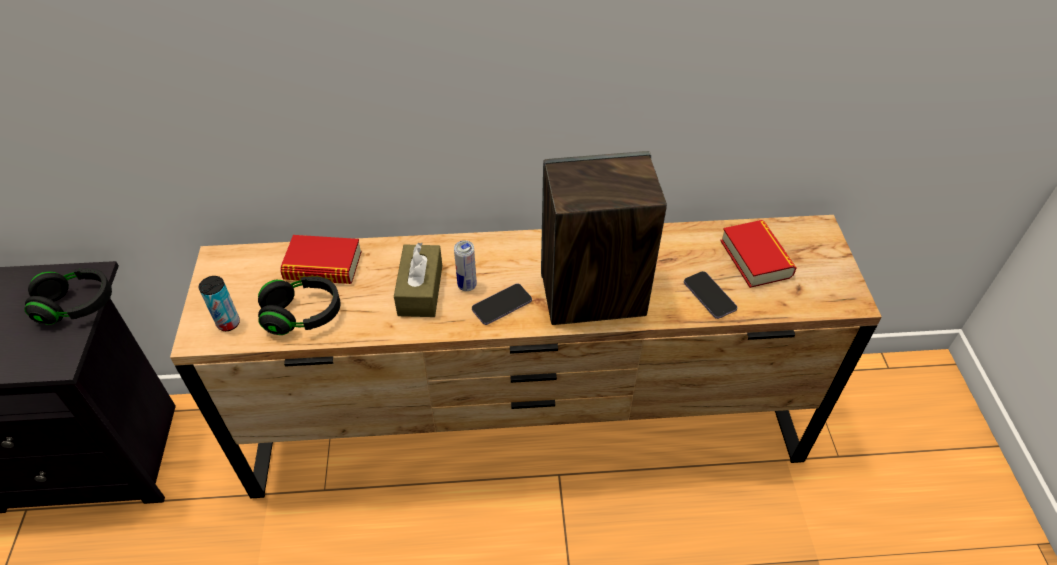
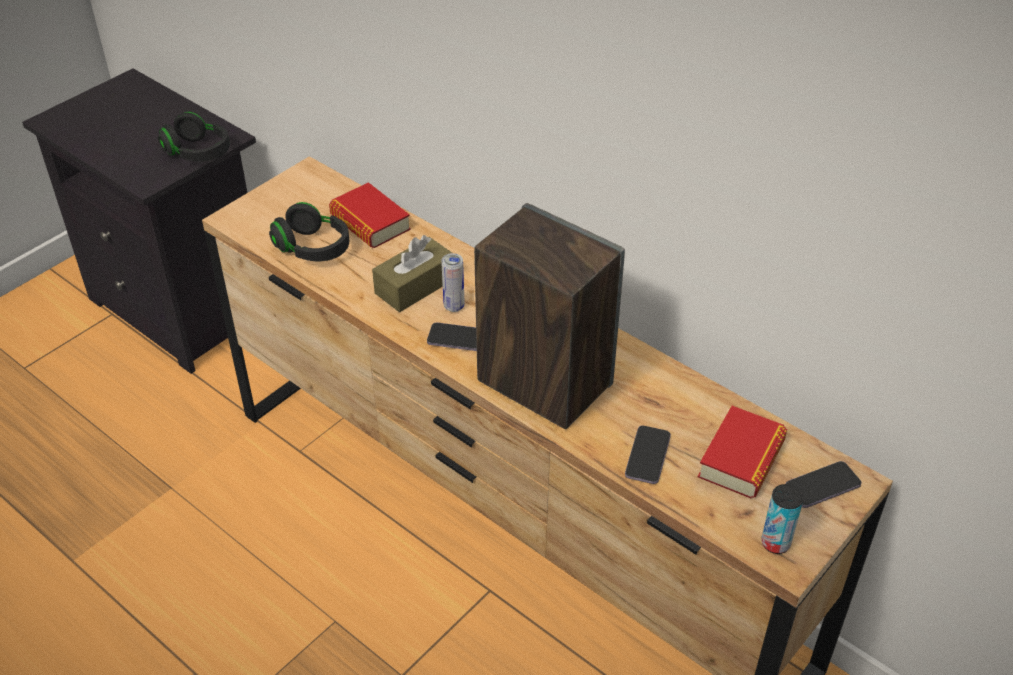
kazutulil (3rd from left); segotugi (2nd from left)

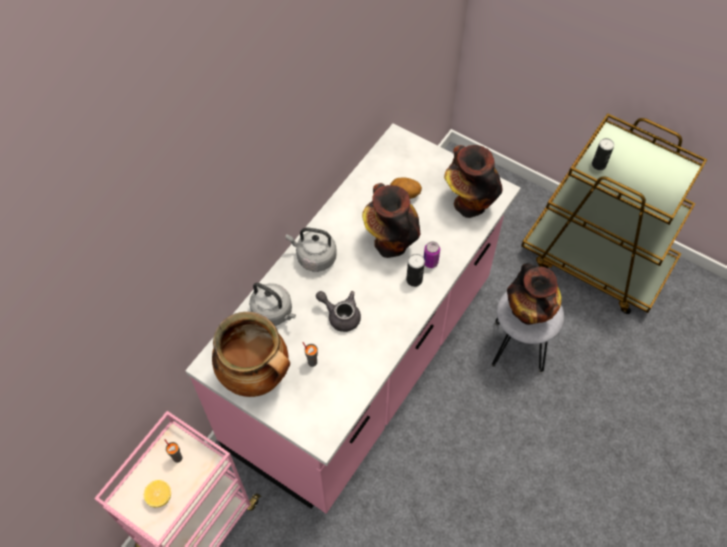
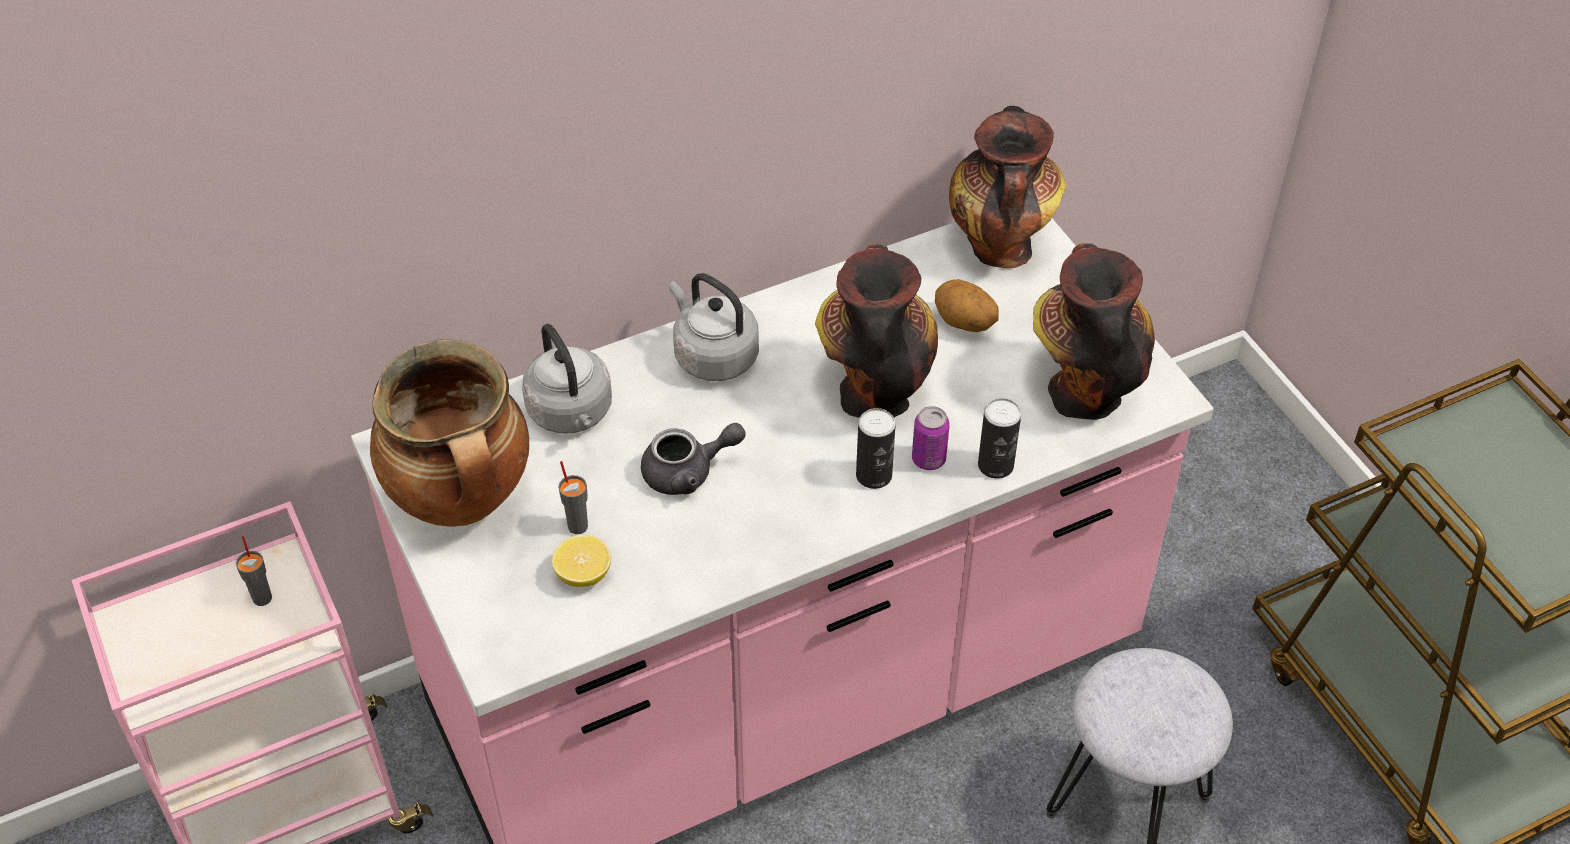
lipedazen; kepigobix (2nd from left); segotugi (3rd from left); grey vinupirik

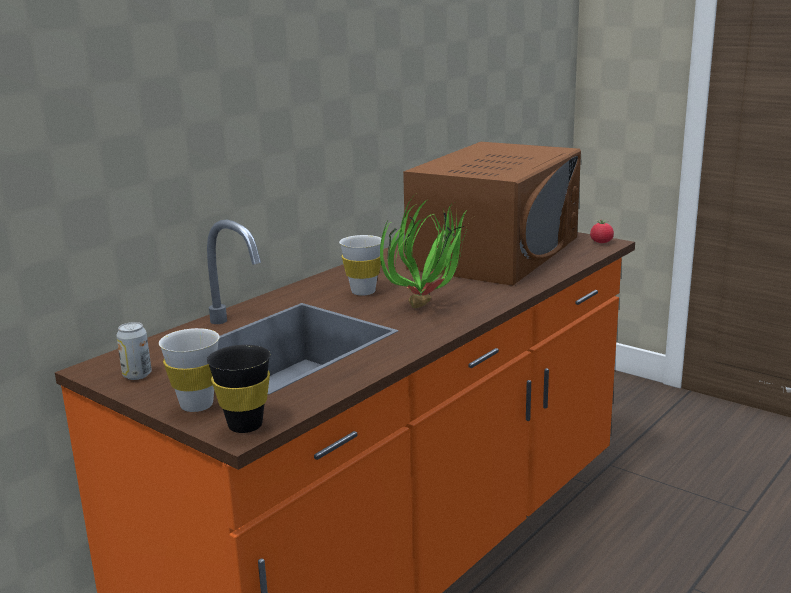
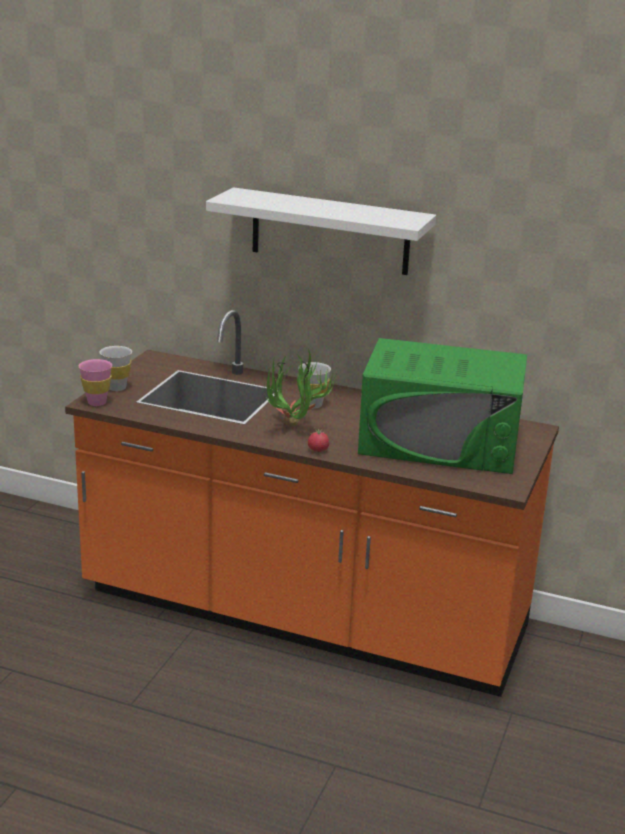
segotugi; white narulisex; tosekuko; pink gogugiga; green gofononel

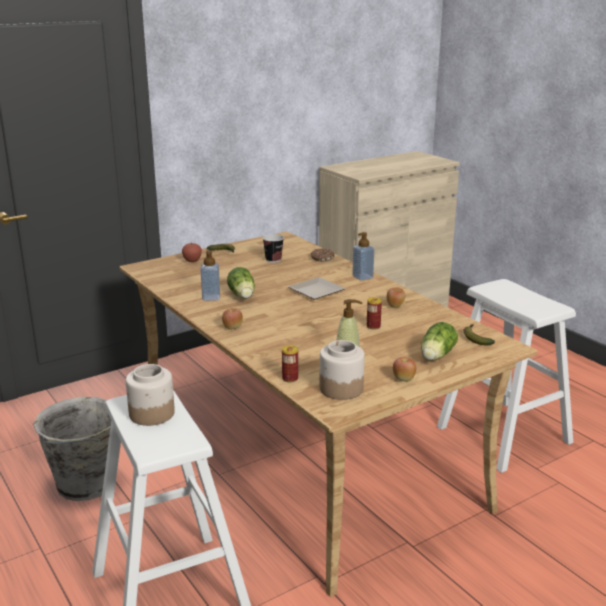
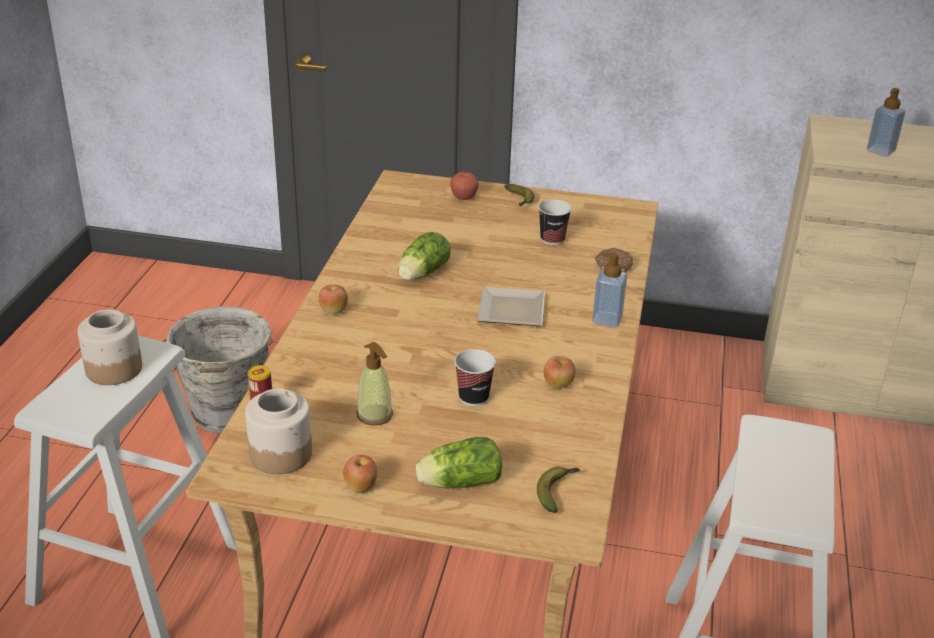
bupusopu (3rd from left); gogugiga (1st from left)

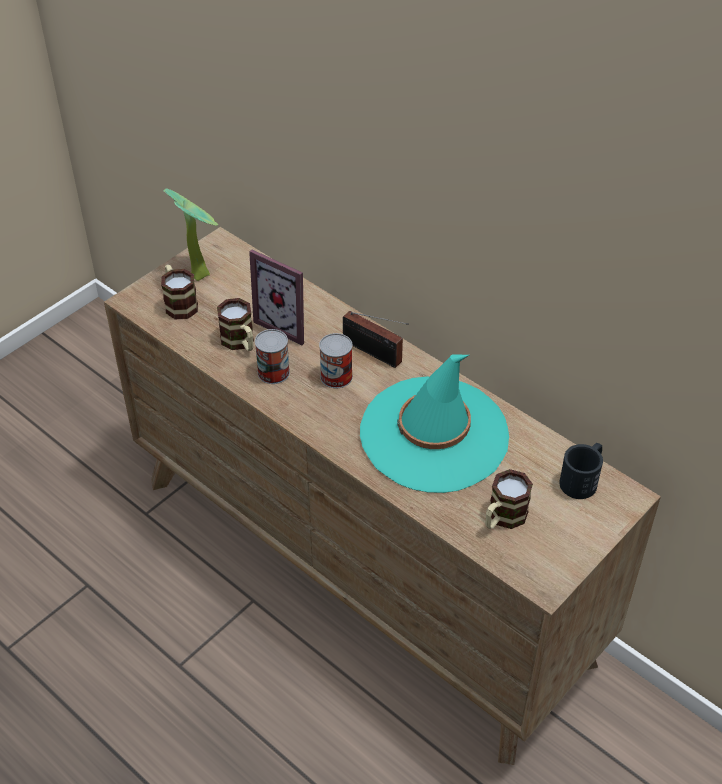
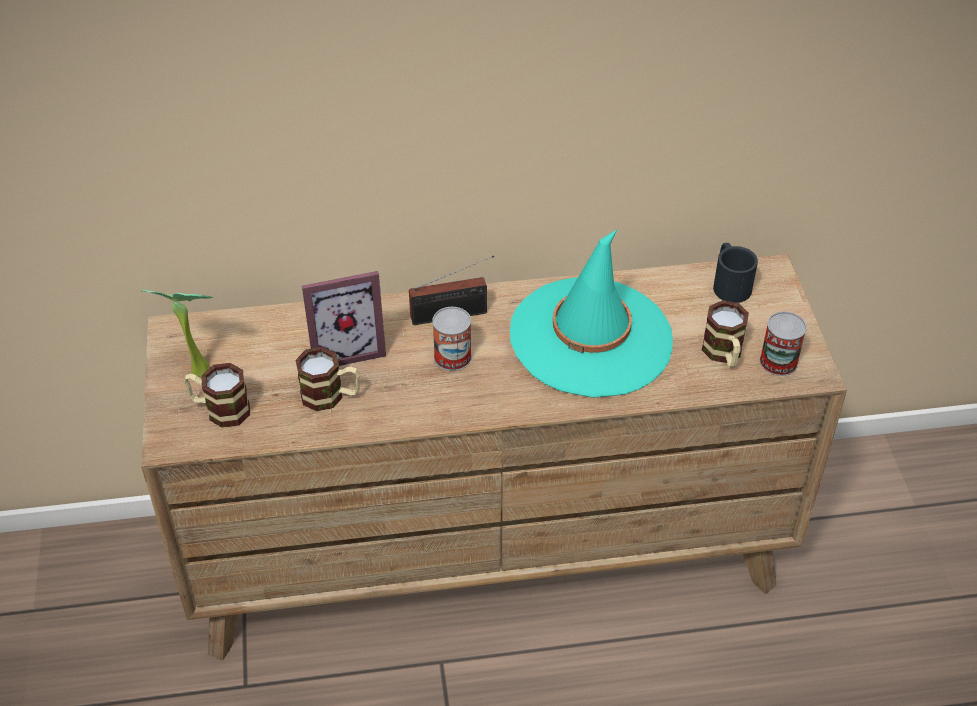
segotugi (2nd from left)

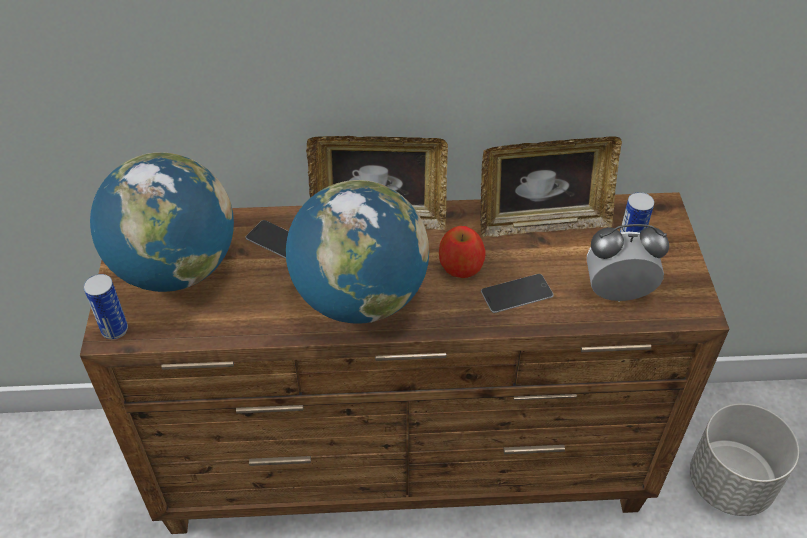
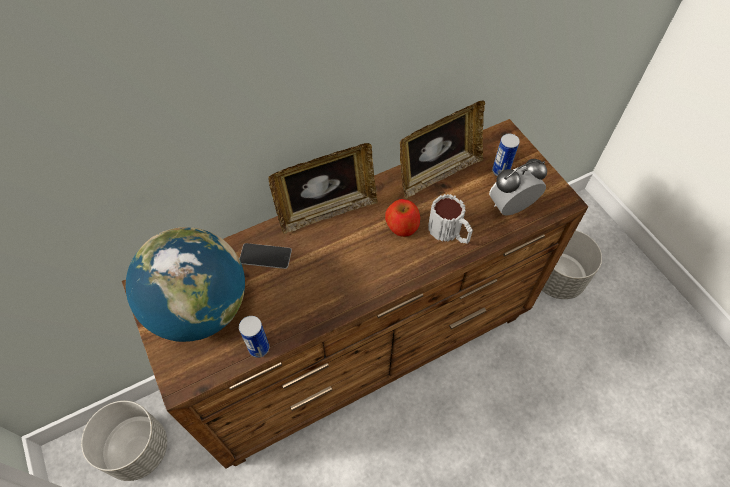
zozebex (2nd from left in the first image); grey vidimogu (1st from left); segotugi (1st from left); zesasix

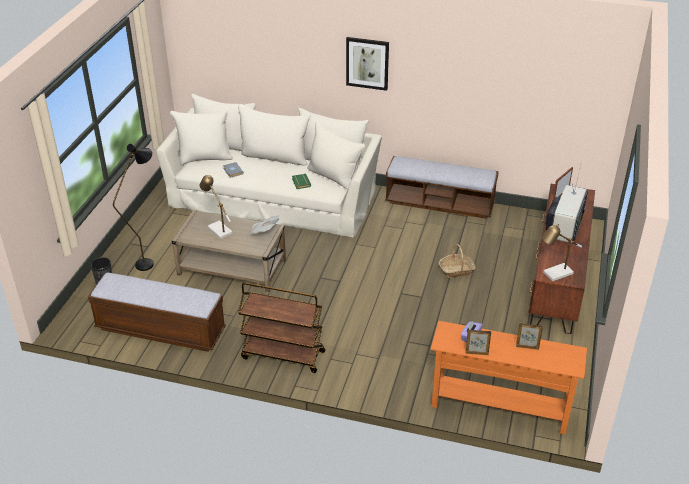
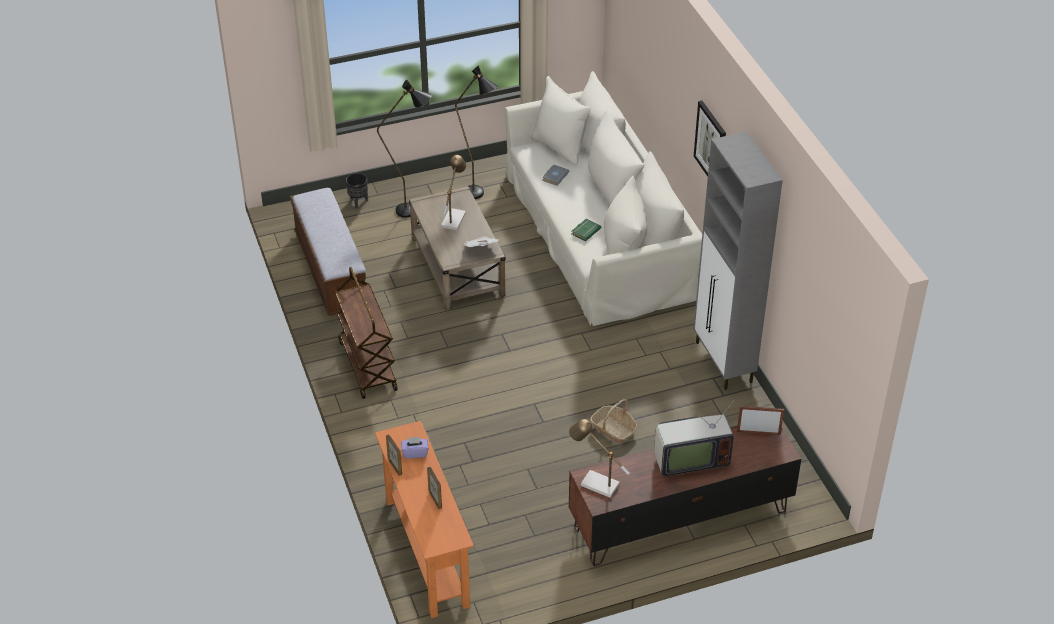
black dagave (2nd from left); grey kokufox

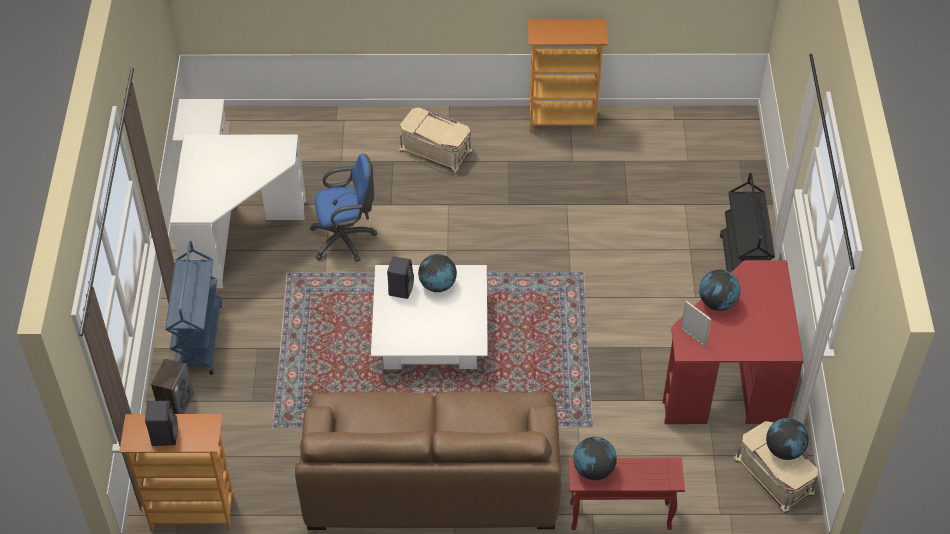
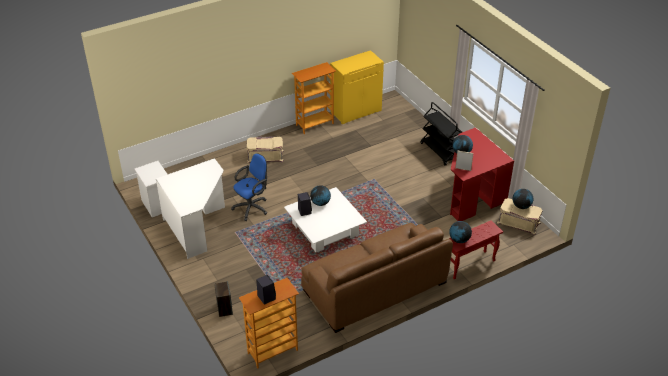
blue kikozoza; yellow kokufox

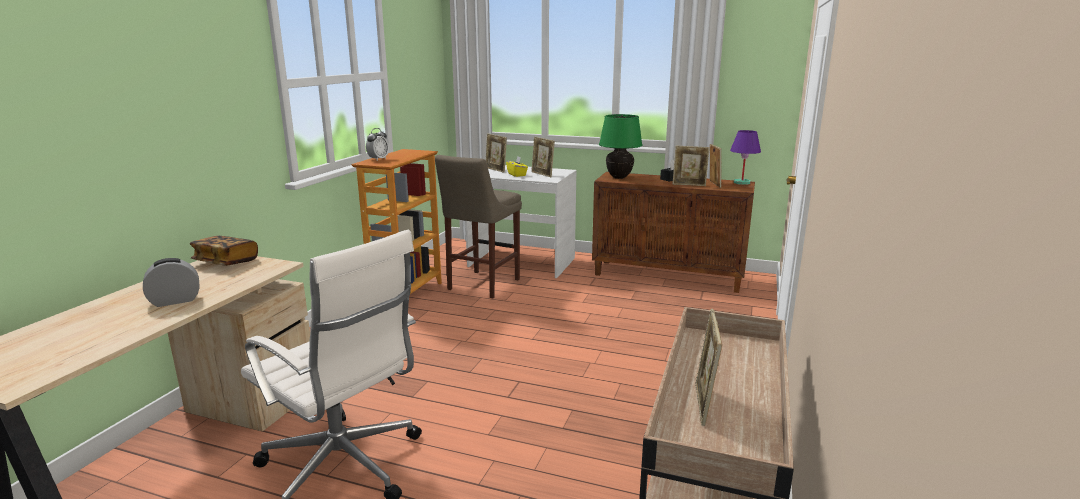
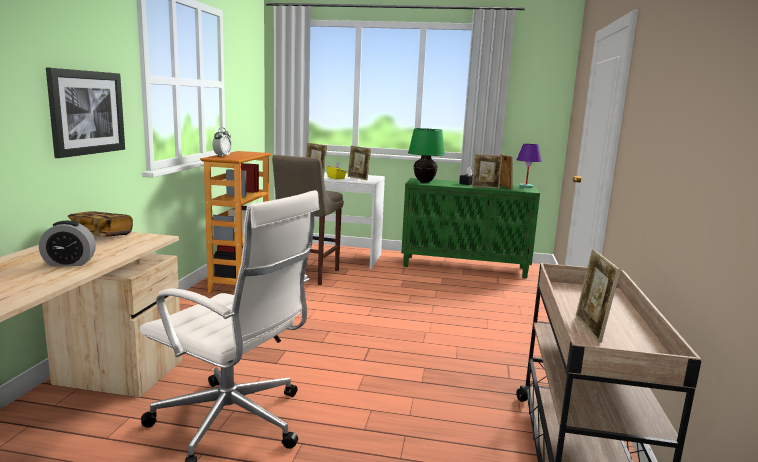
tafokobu; green kokufox; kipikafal (1st from left)

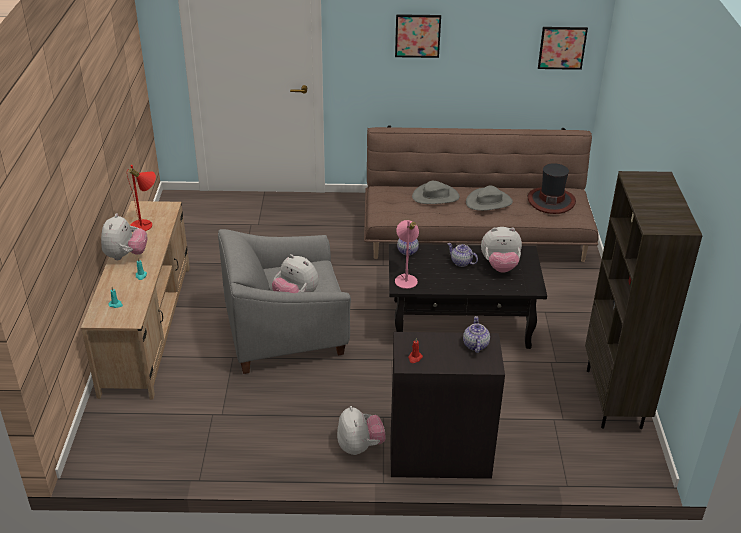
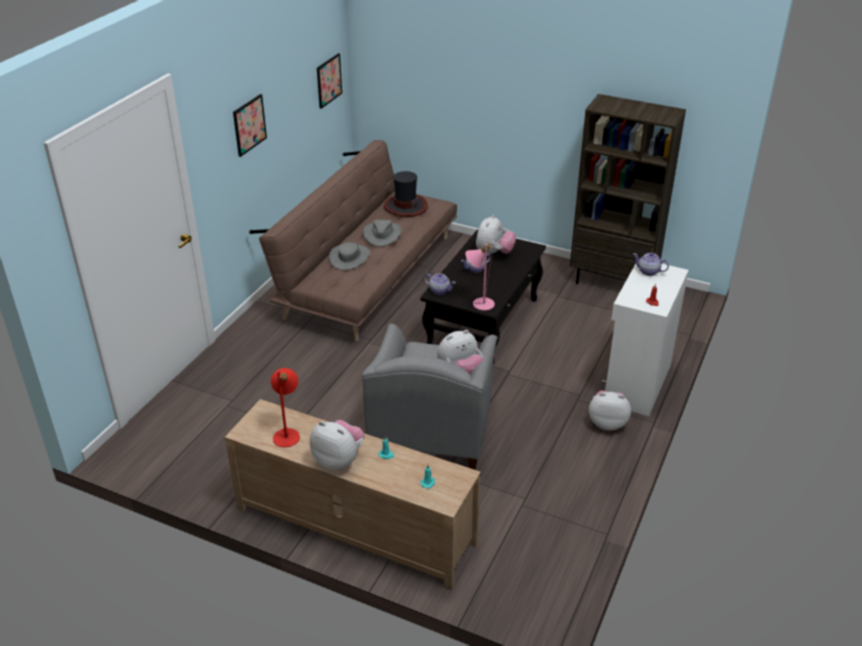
white kokufox

